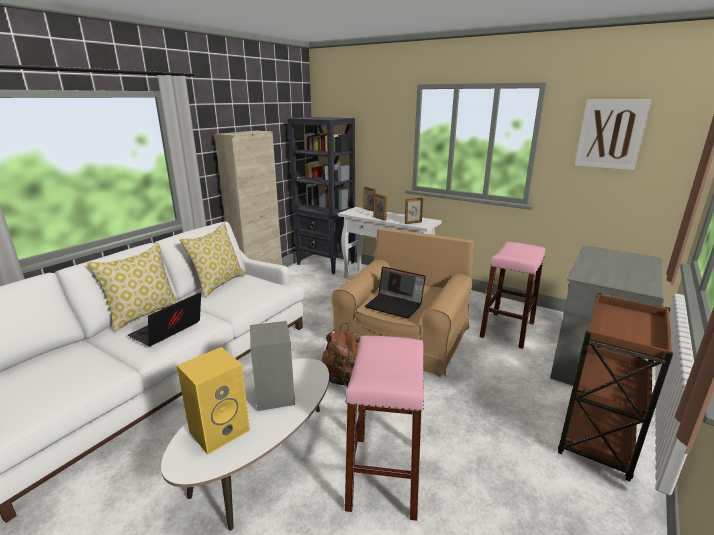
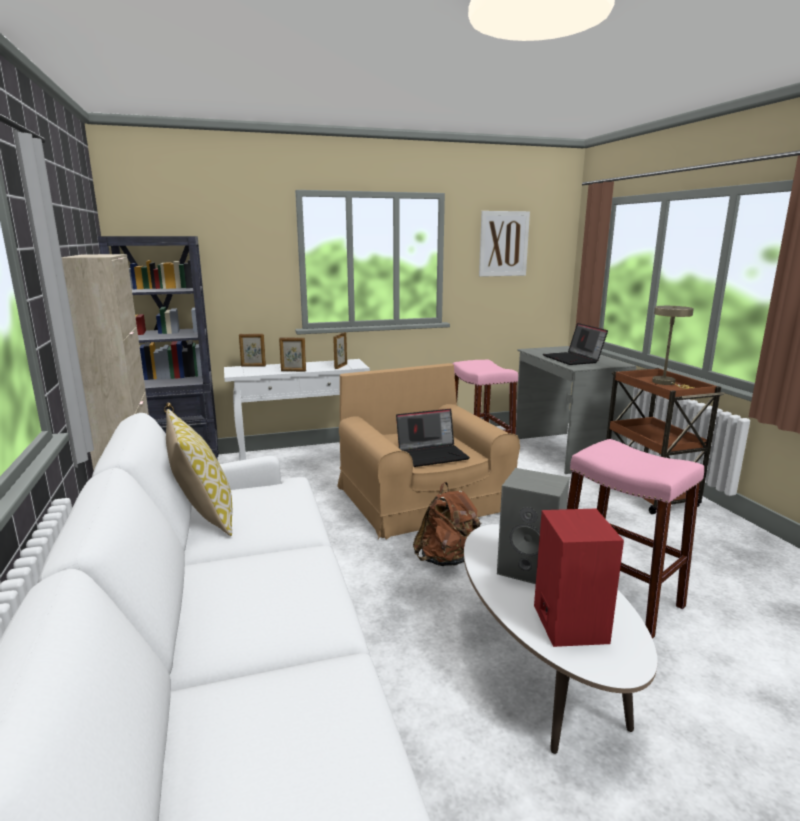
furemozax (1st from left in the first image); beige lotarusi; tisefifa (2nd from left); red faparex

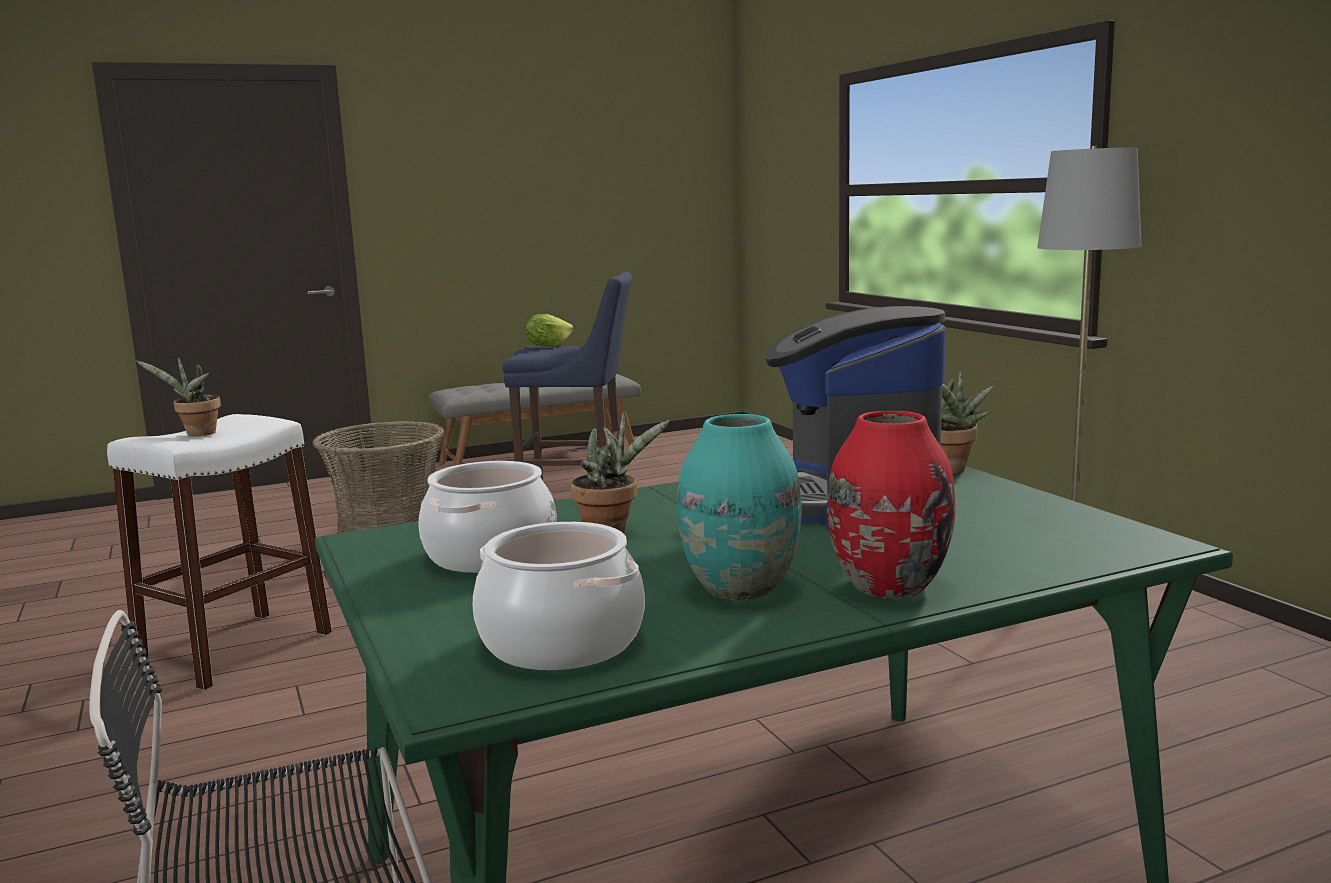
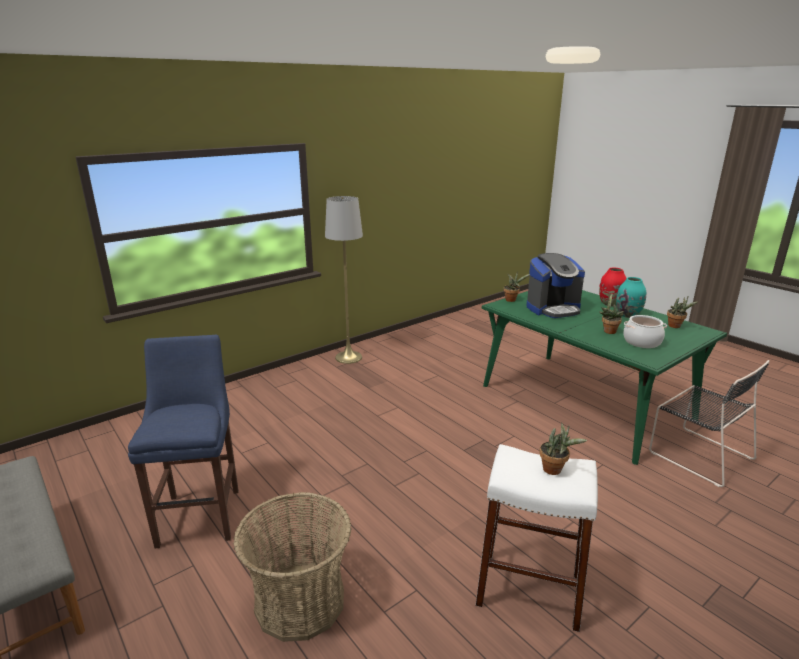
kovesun; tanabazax (4th from left)

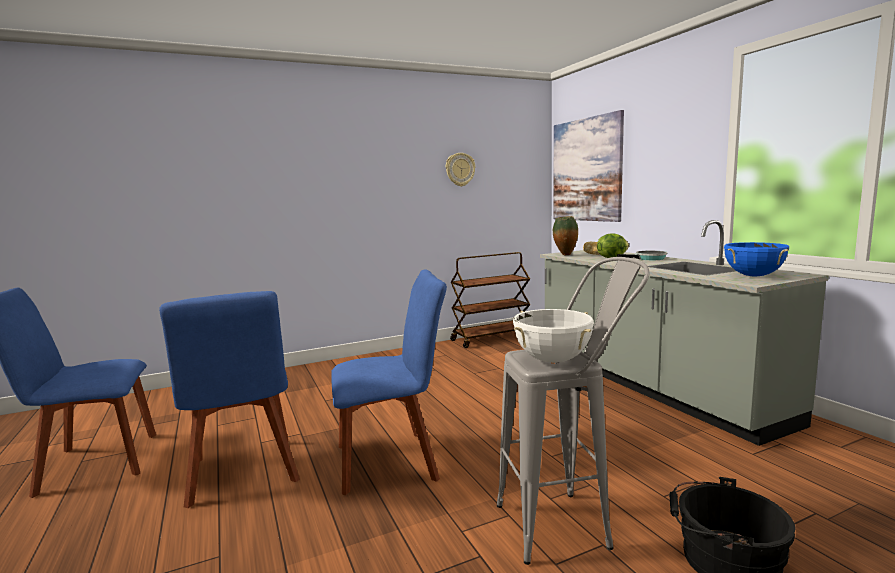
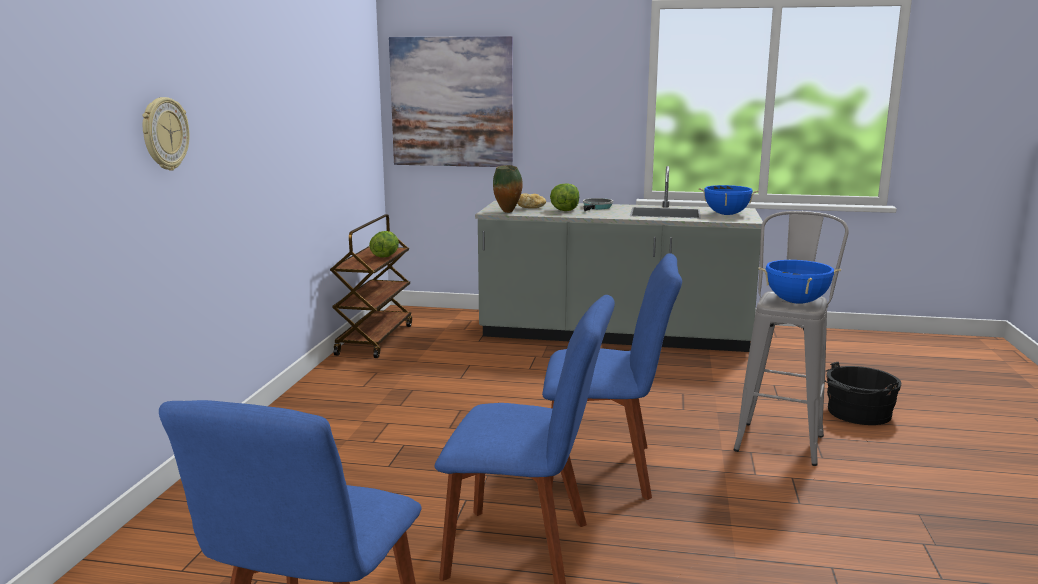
kovesun (1st from left); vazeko; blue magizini (2nd from left); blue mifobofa (3rd from left)

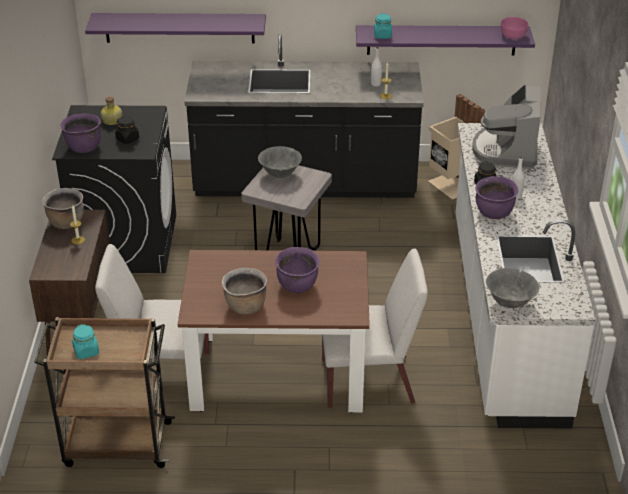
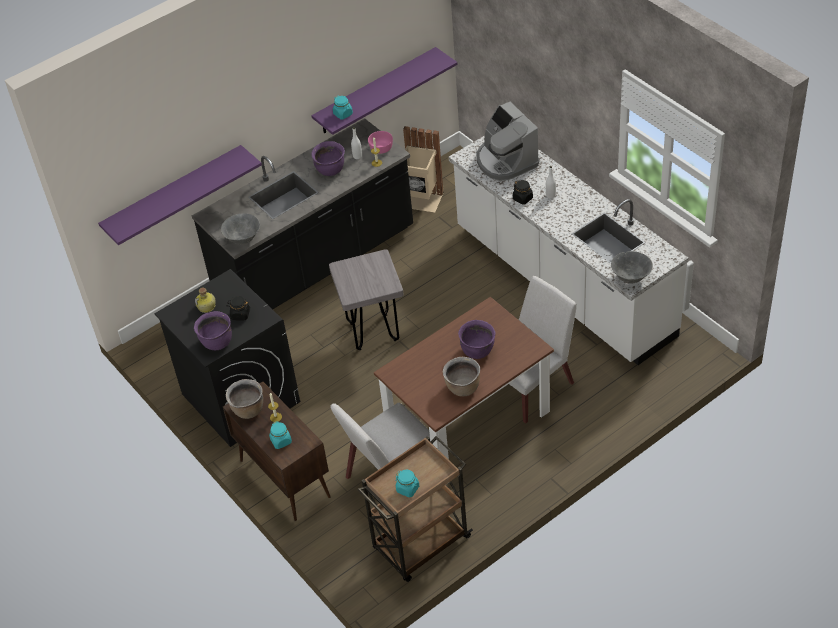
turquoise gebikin (1st from left); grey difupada (1st from left); purple magizini (2nd from left); pink difupada

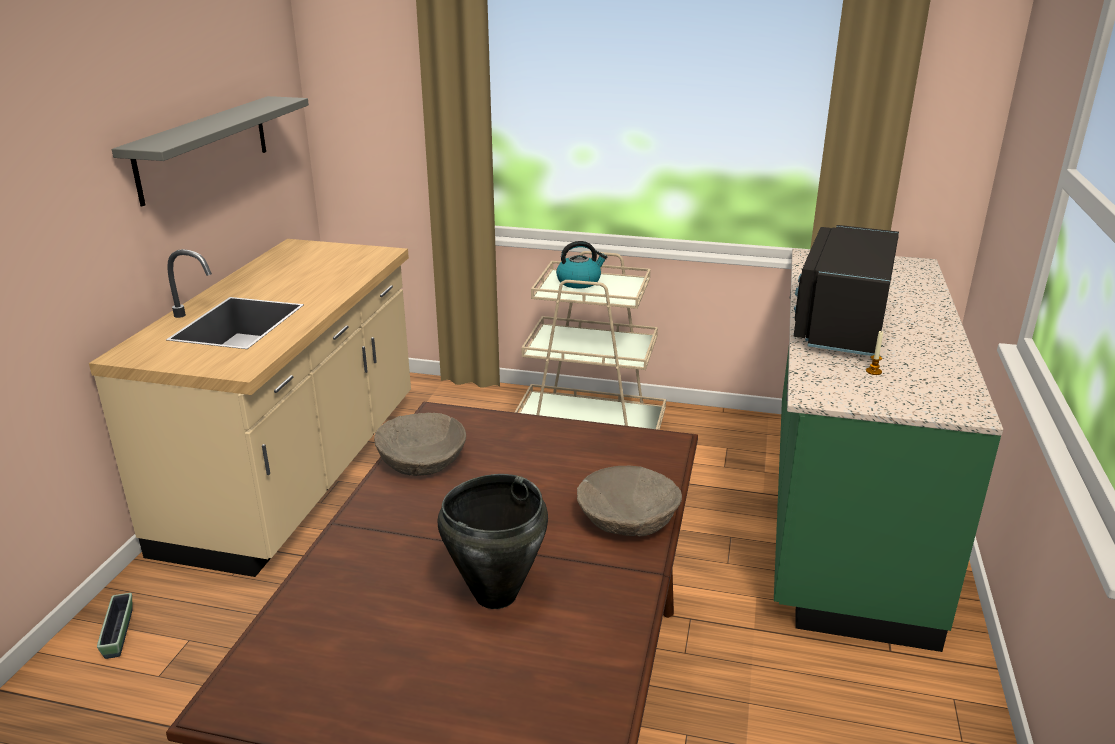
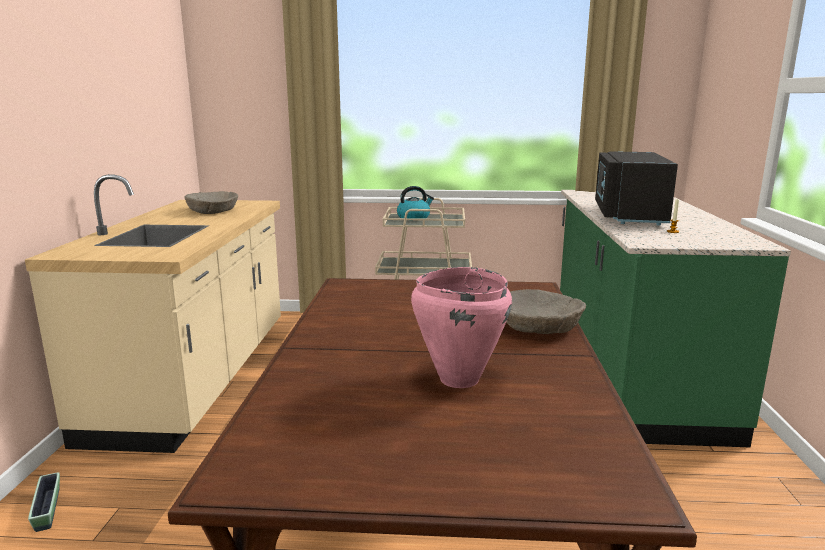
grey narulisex; beige difupada (1st from left); pink magizini

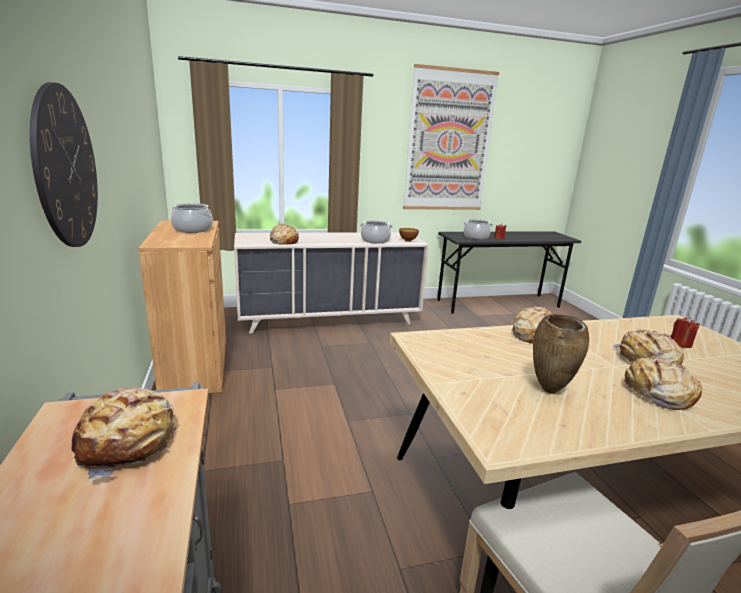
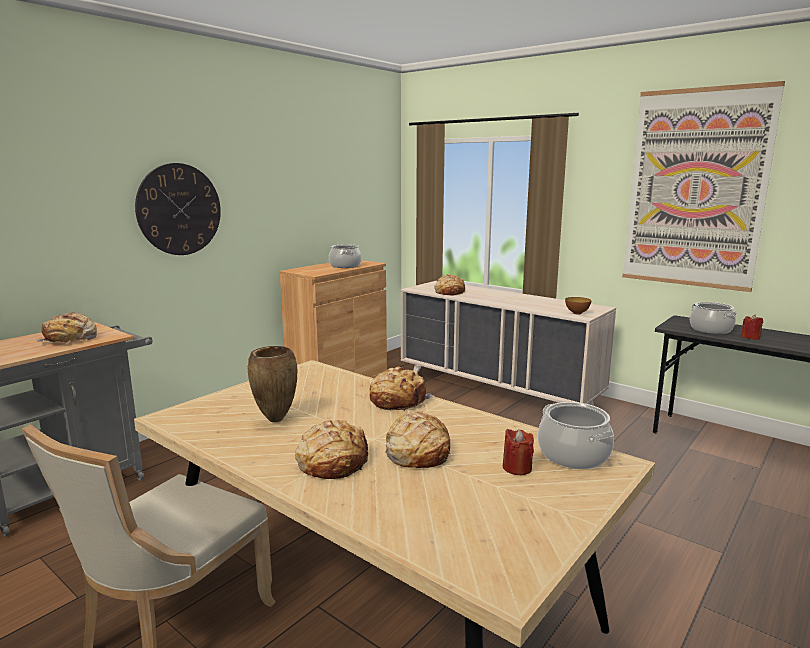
magizini (2nd from left)

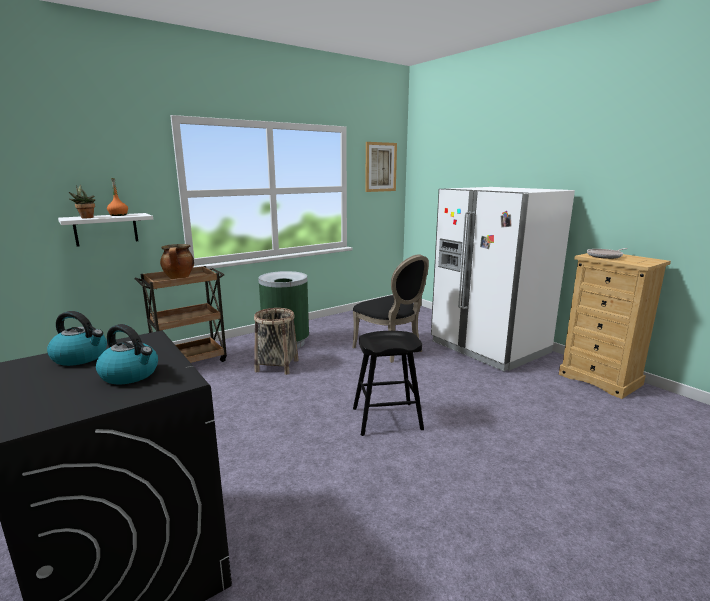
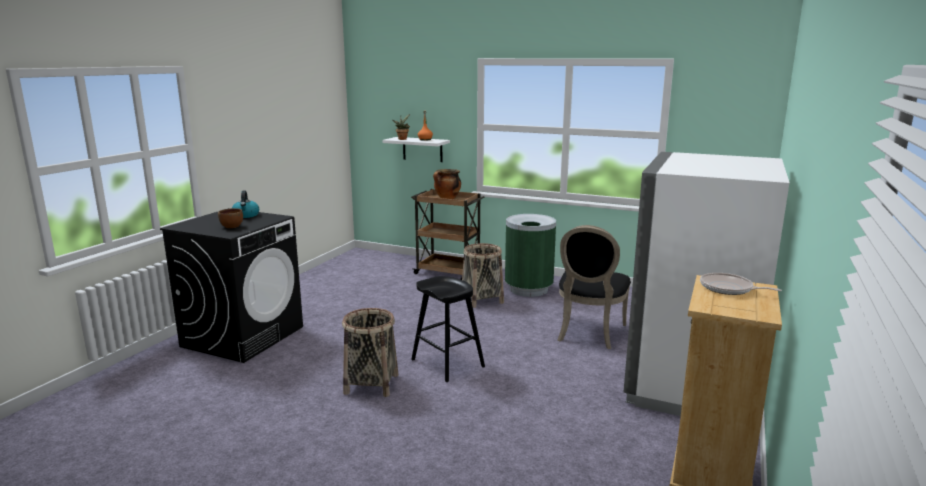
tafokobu; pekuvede (1st from left); brown difupada

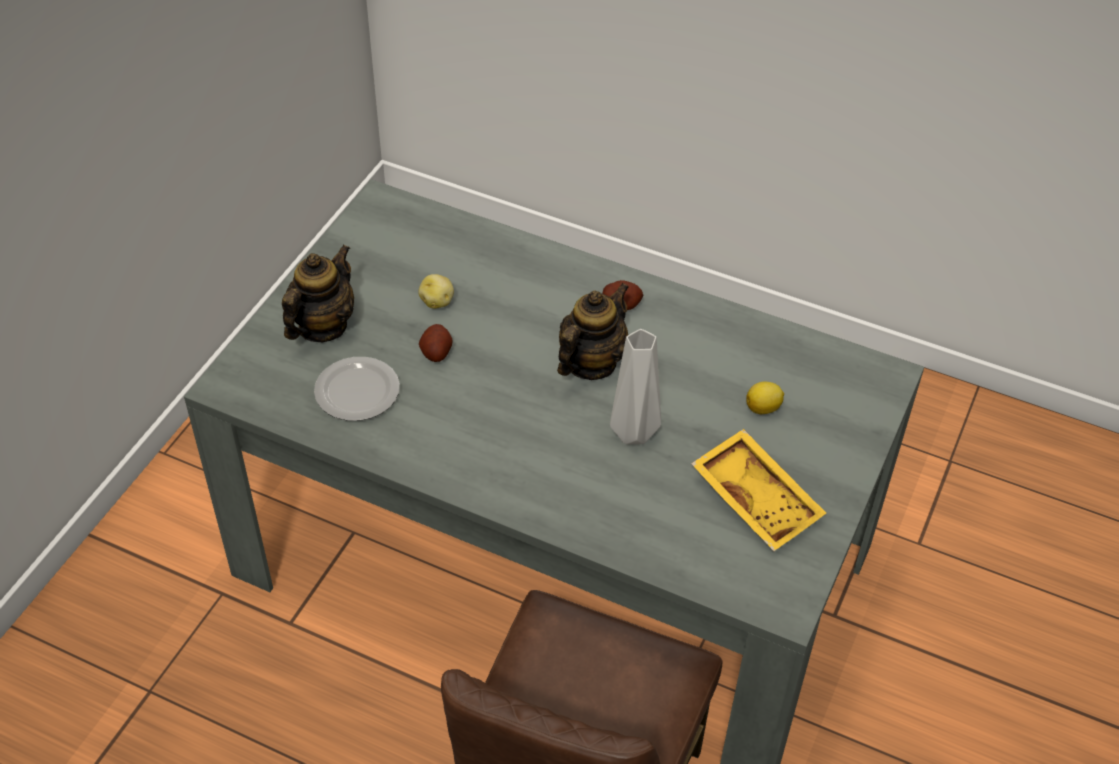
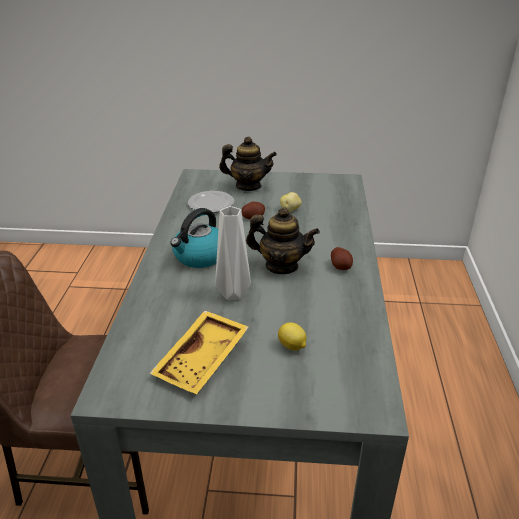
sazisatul

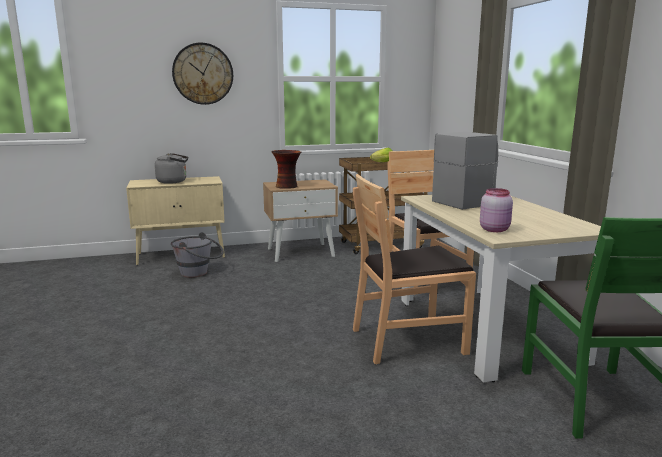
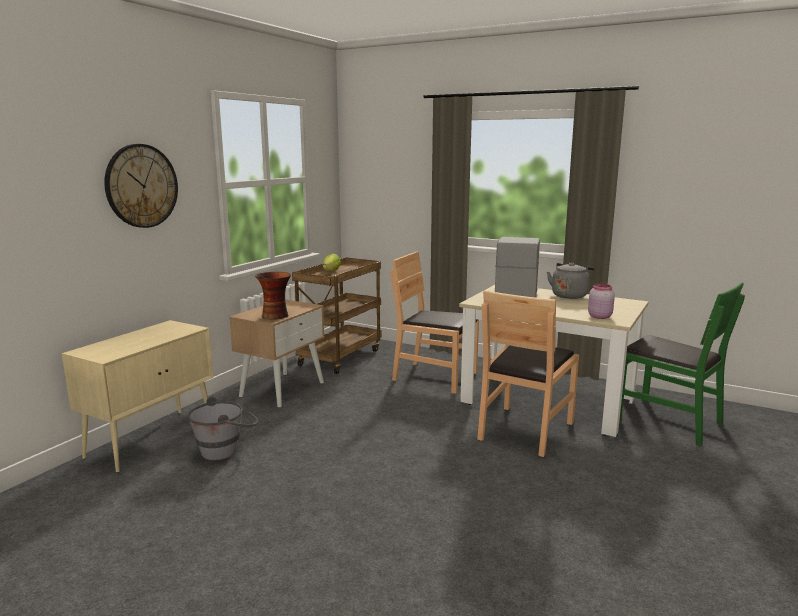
grey sazisatul

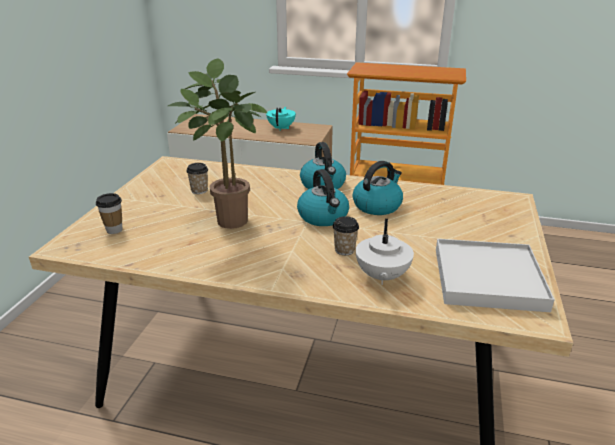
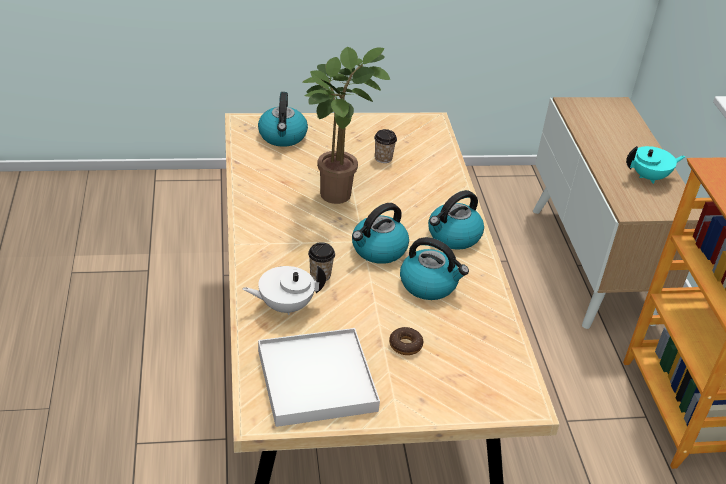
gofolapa; sazisatul (1st from left)

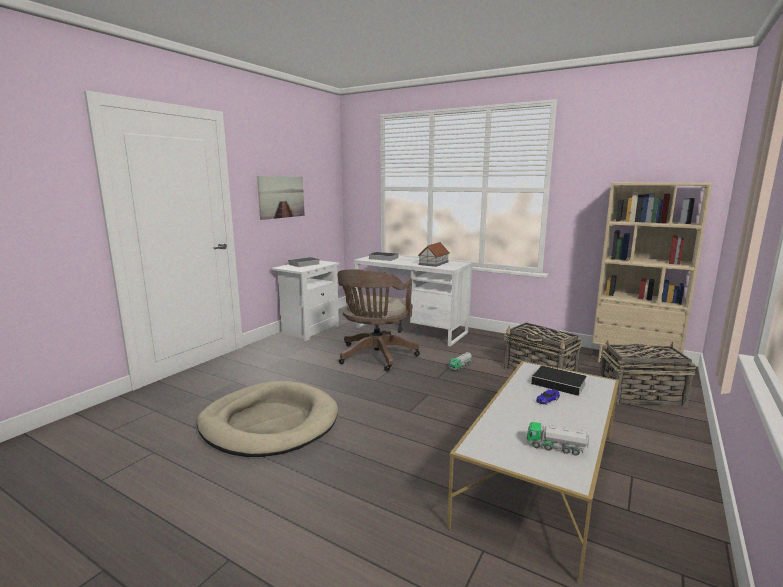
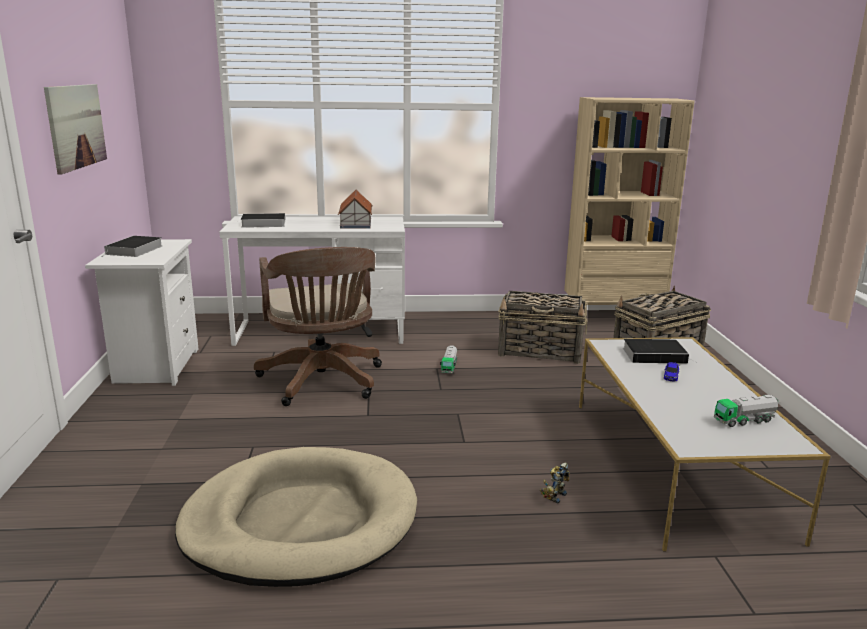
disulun

